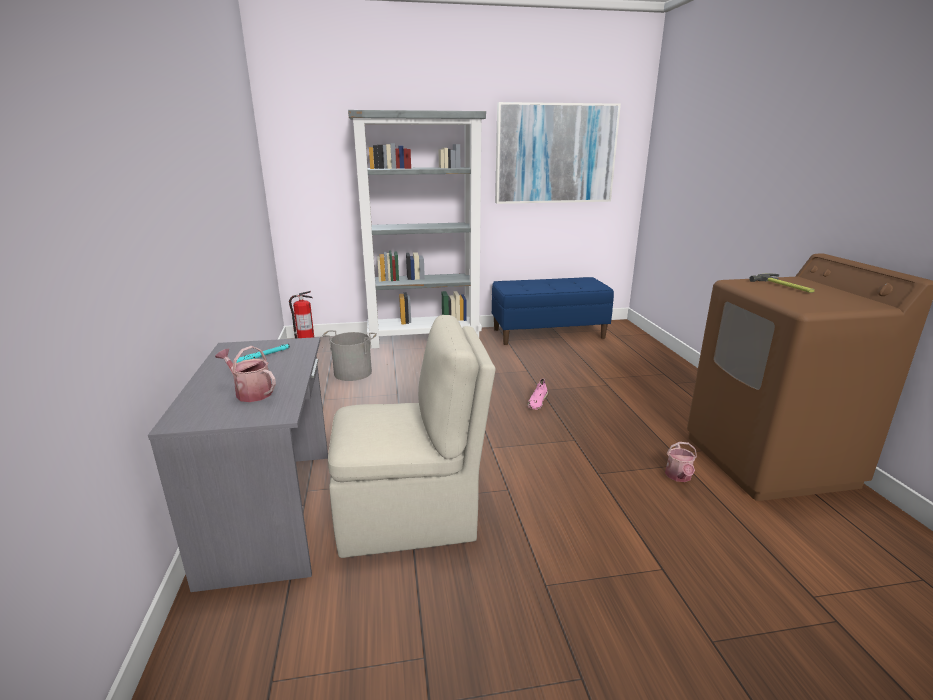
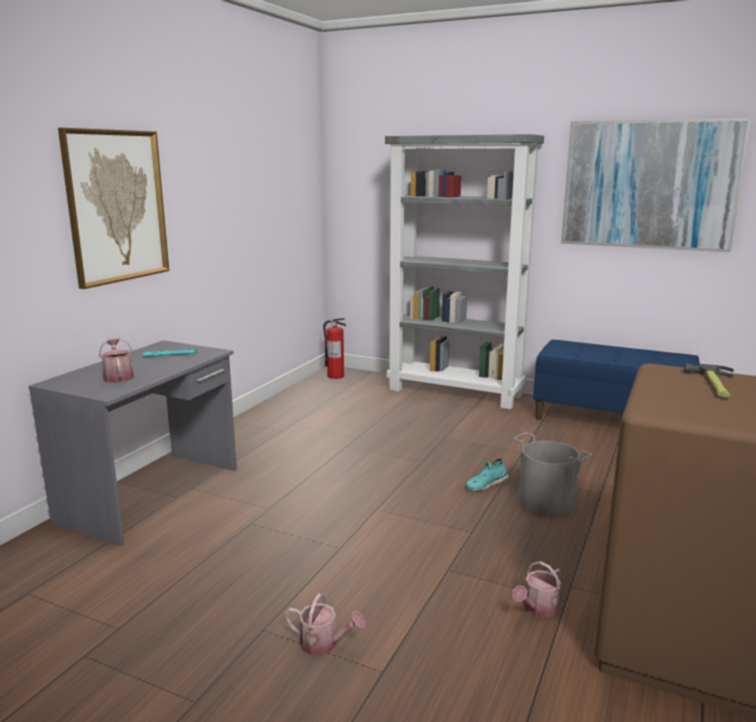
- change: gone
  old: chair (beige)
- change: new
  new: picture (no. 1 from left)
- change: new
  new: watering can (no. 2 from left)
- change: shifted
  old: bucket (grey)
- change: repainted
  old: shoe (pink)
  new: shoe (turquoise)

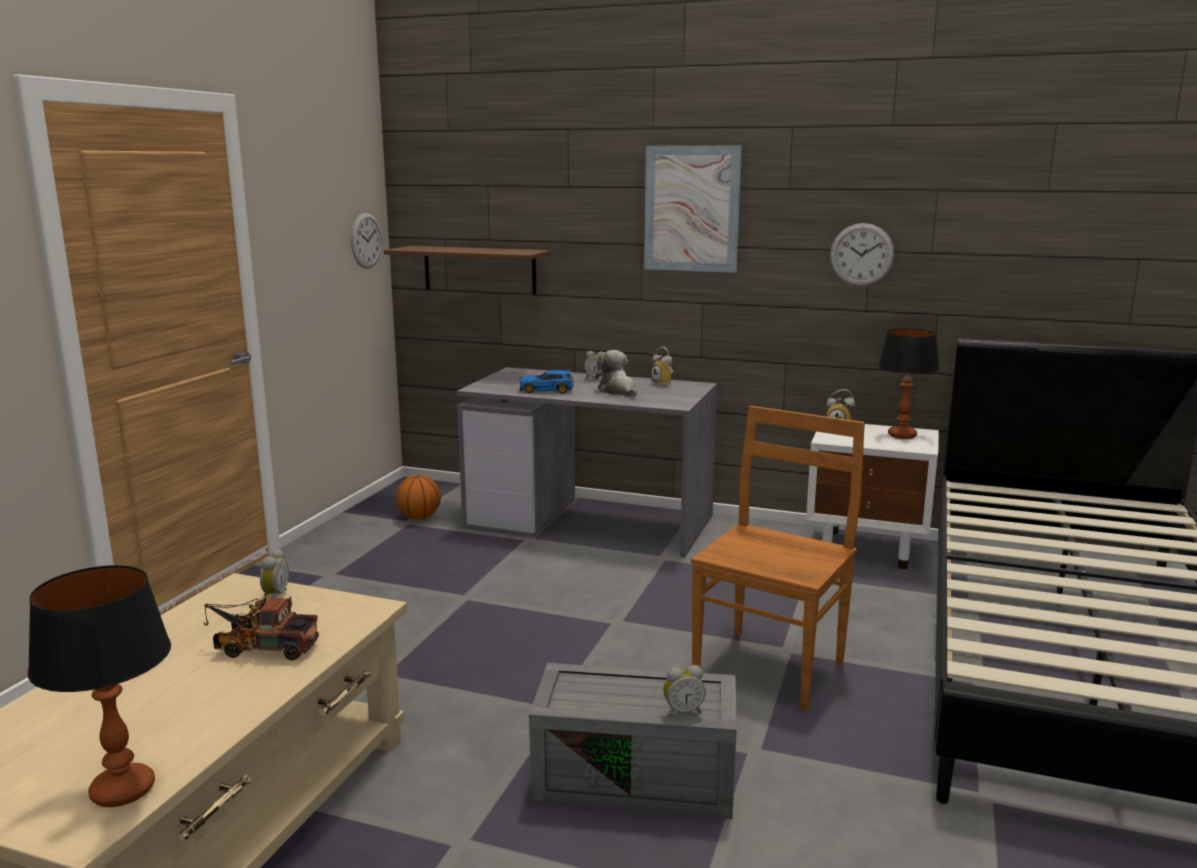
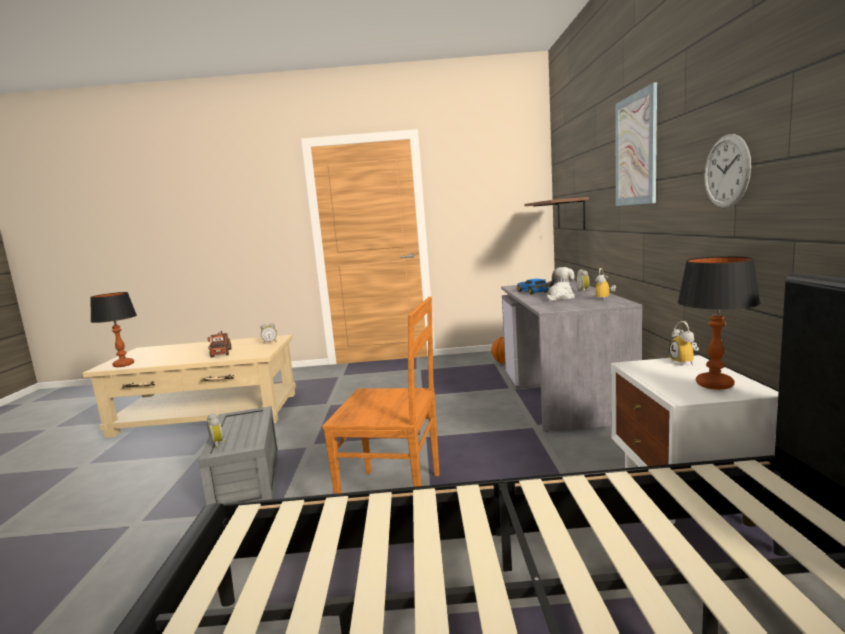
- change: gone
  old: wall clock (no. 1 from left)

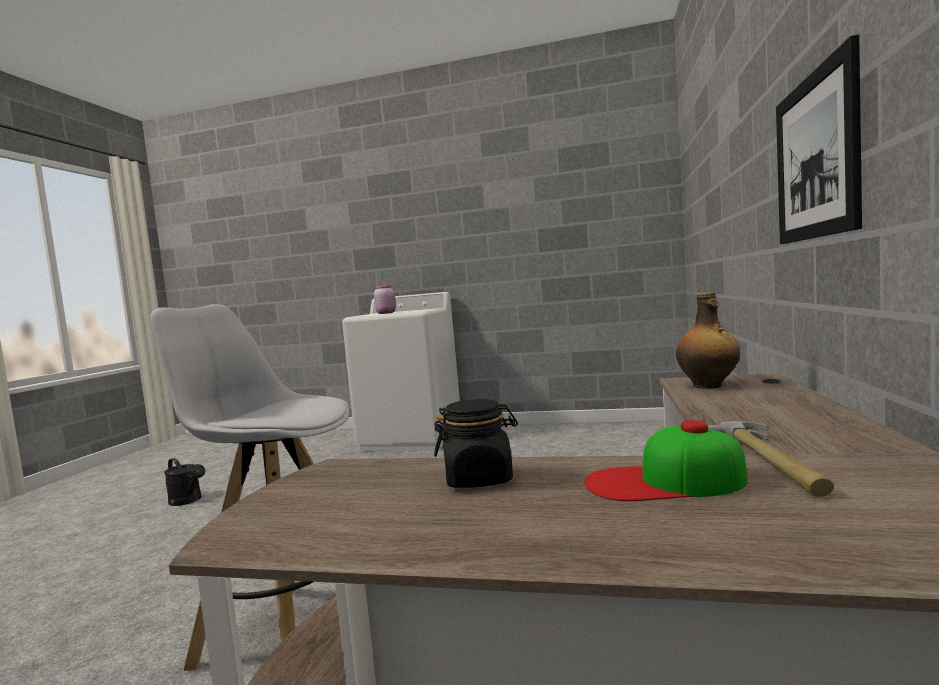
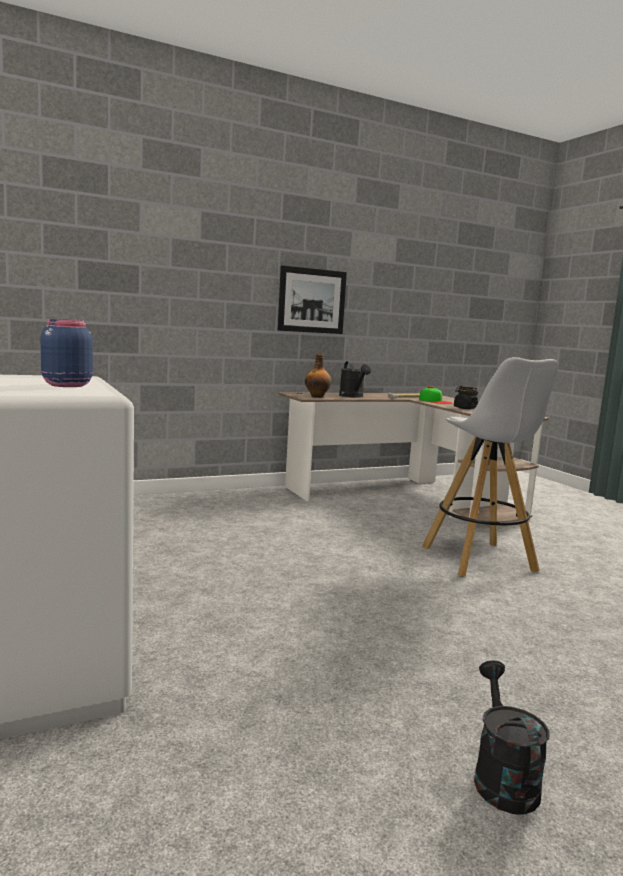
- change: new
  new: watering can (black) (no. 1 from left)
- change: repainted
  old: jar (pink)
  new: jar (blue)

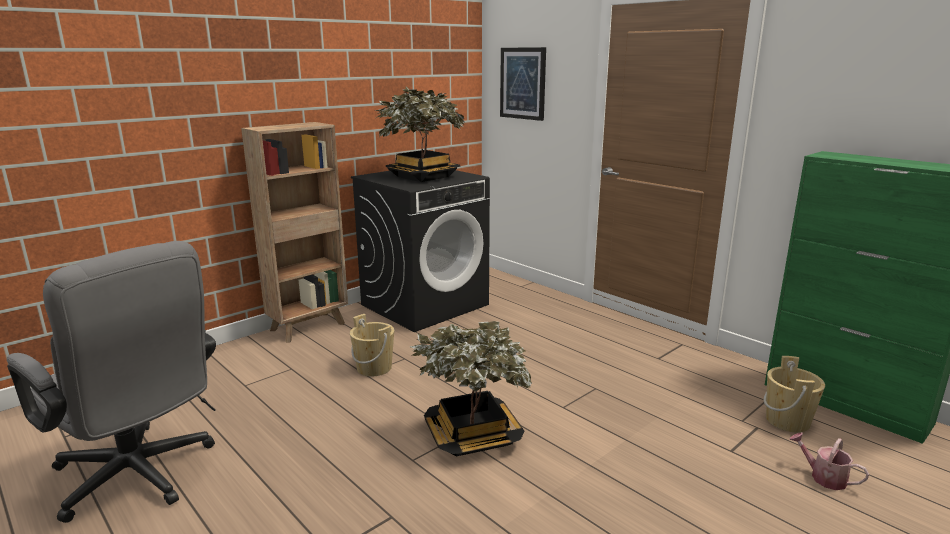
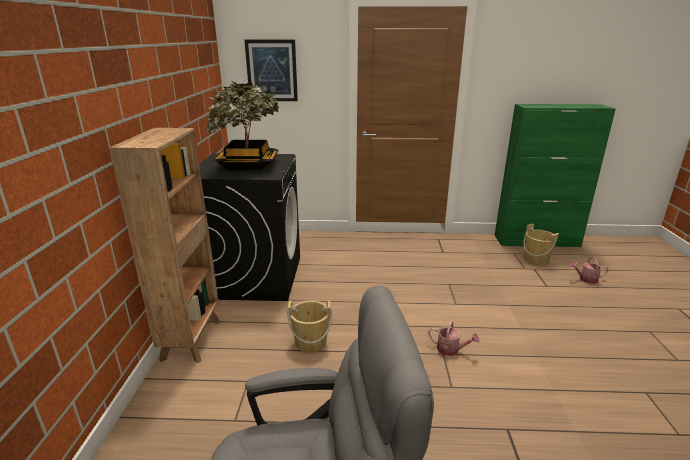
- change: swapped
  old: potted plant (no. 2 from left)
  new: watering can (no. 1 from left)

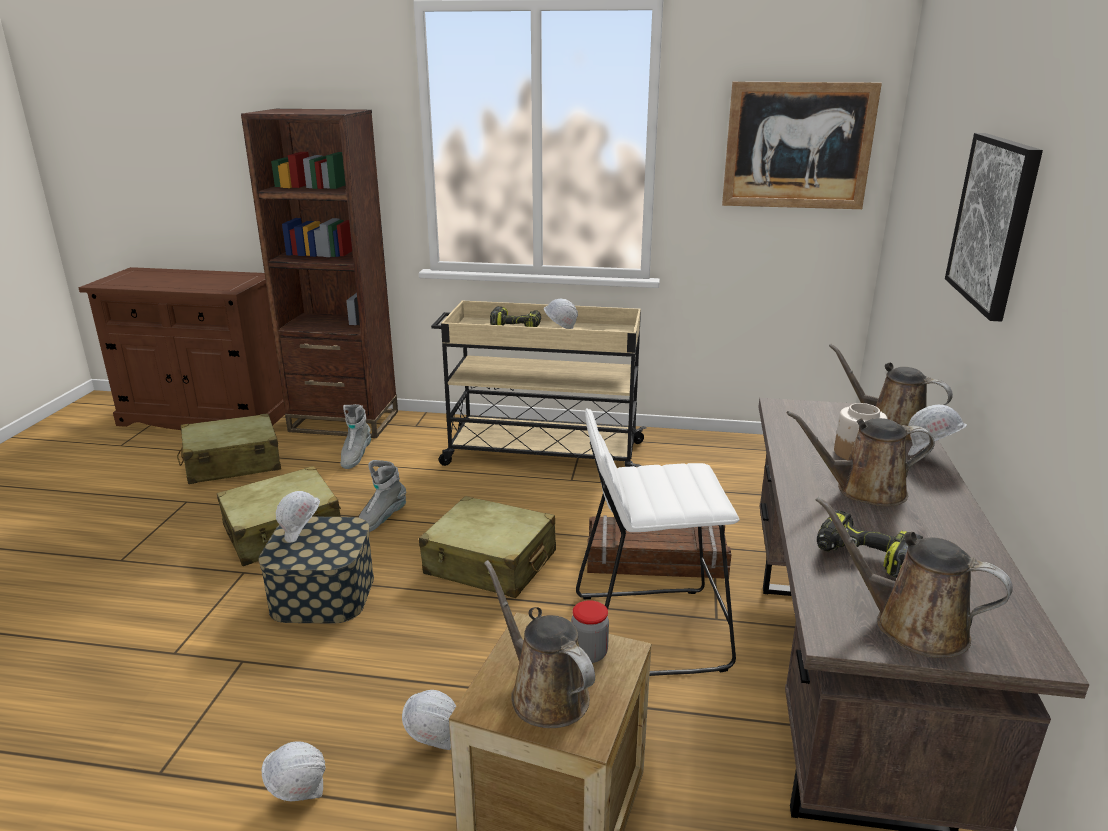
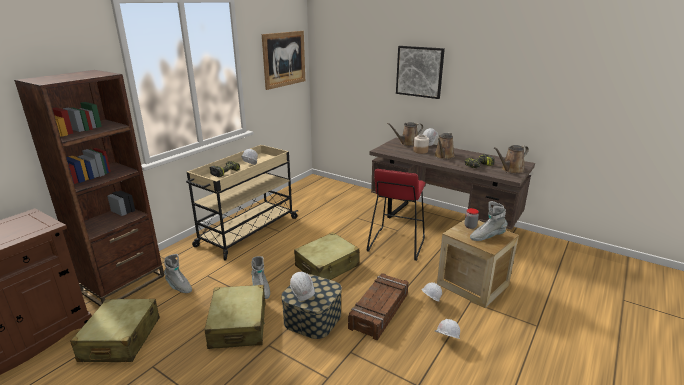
- change: shifted
  old: crate (no. 2 from left in the first image)
  new: crate (no. 1 from left)
- change: swapped
  old: watering can (brown) (no. 1 from left)
  new: boot (grey) (no. 3 from left)
- change: repainted
  old: stool (white)
  new: stool (red)

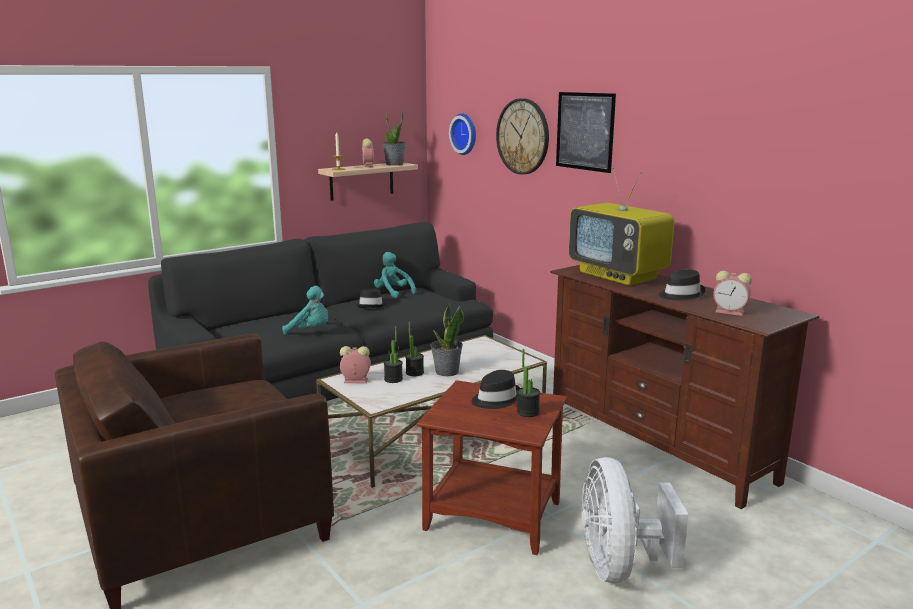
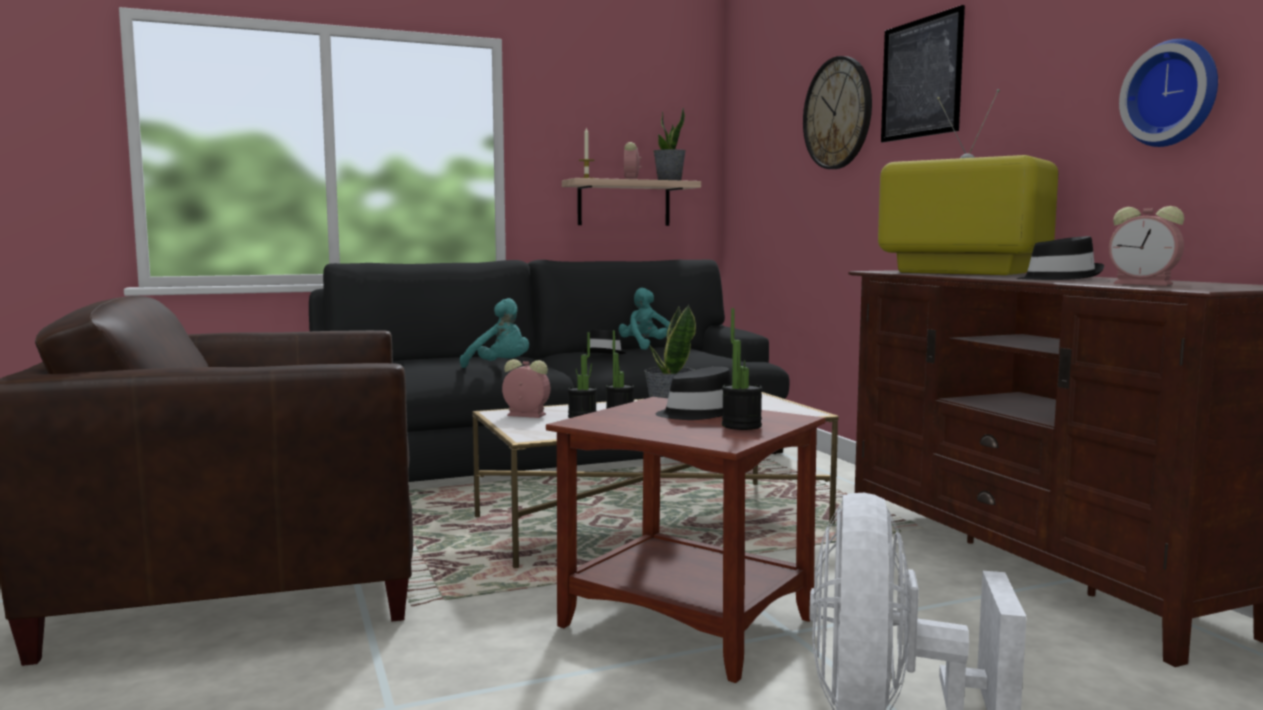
- change: shifted
  old: wall clock (no. 1 from left in the first image)
  new: wall clock (no. 2 from left)
- change: rotated
  old: television
  degrees: 150

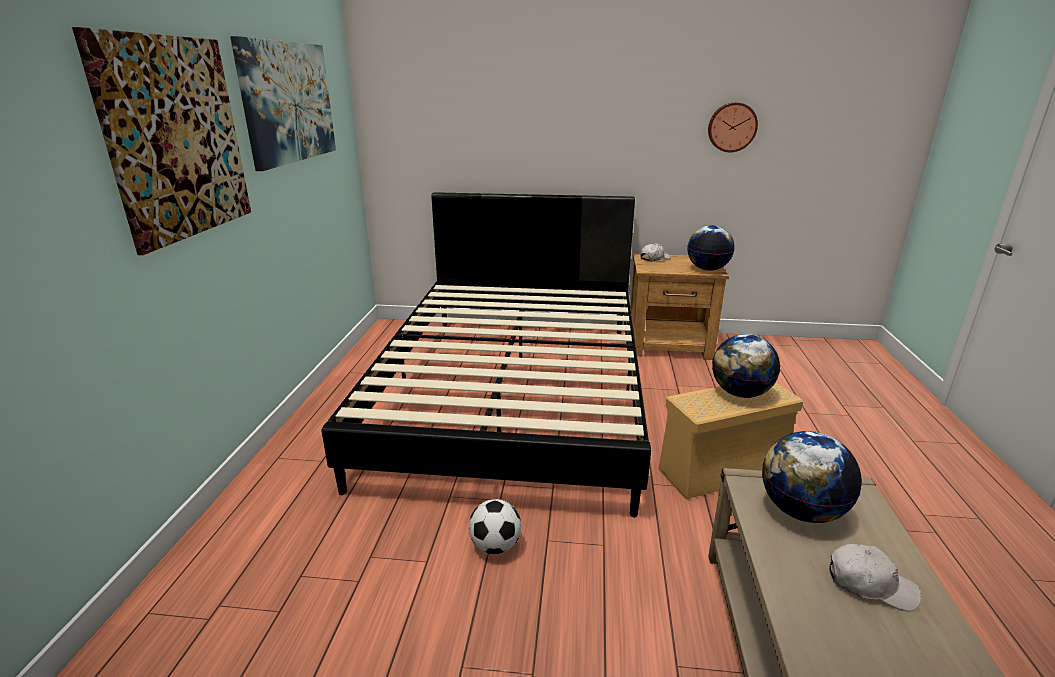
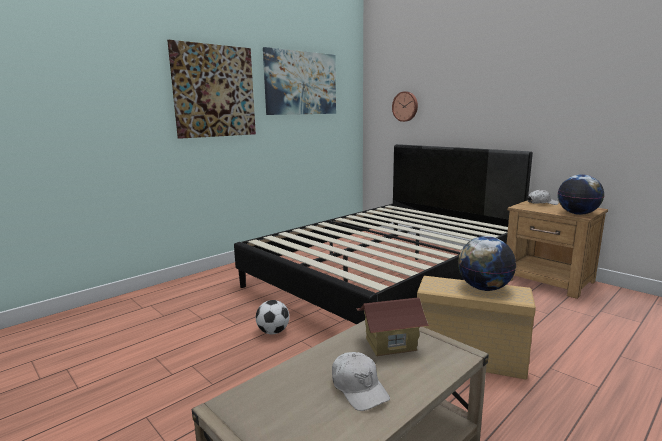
- change: shifted
  old: wall clock
- change: swapped
  old: globe (no. 3 from left)
  new: toy house

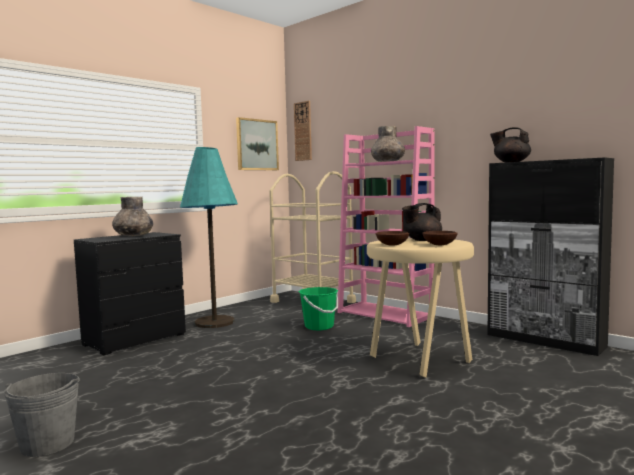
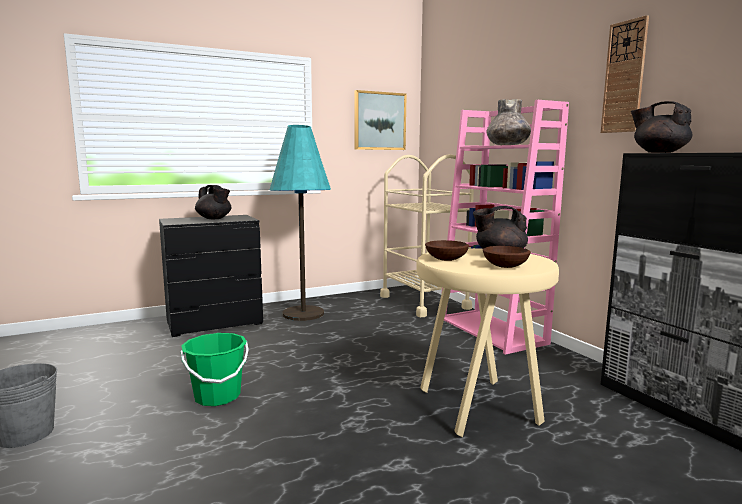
- change: shifted
  old: wall clock
- change: shifted
  old: bucket (green)
- change: swapped
  old: vase (grey) (no. 1 from left)
  new: teapot (black) (no. 1 from left)

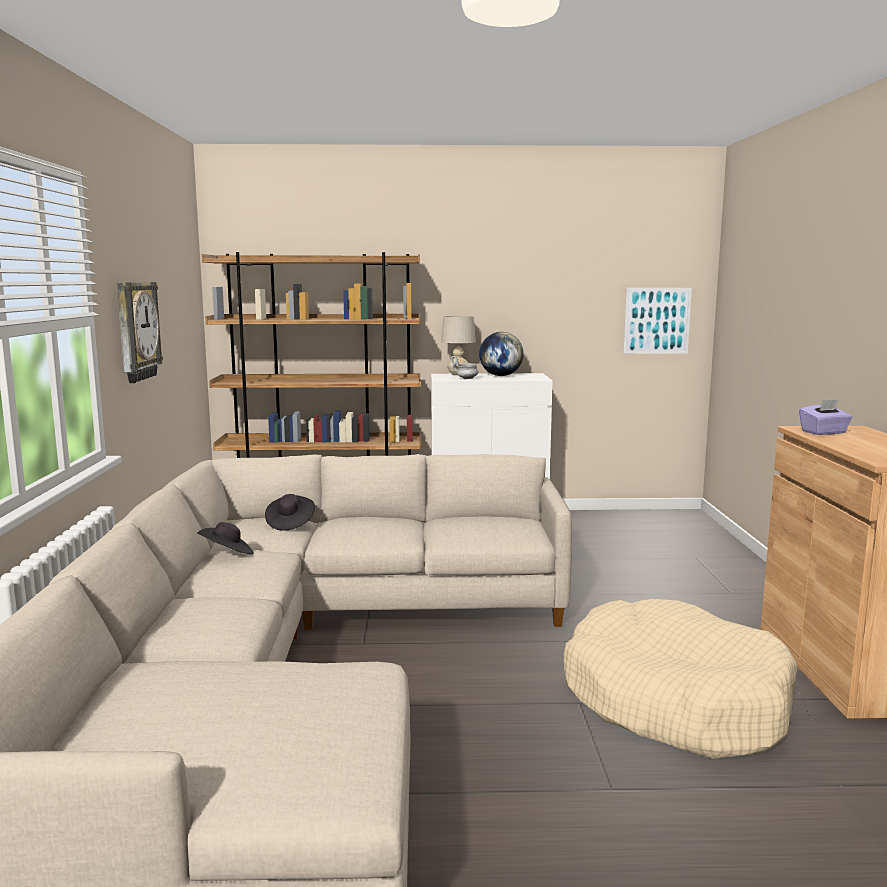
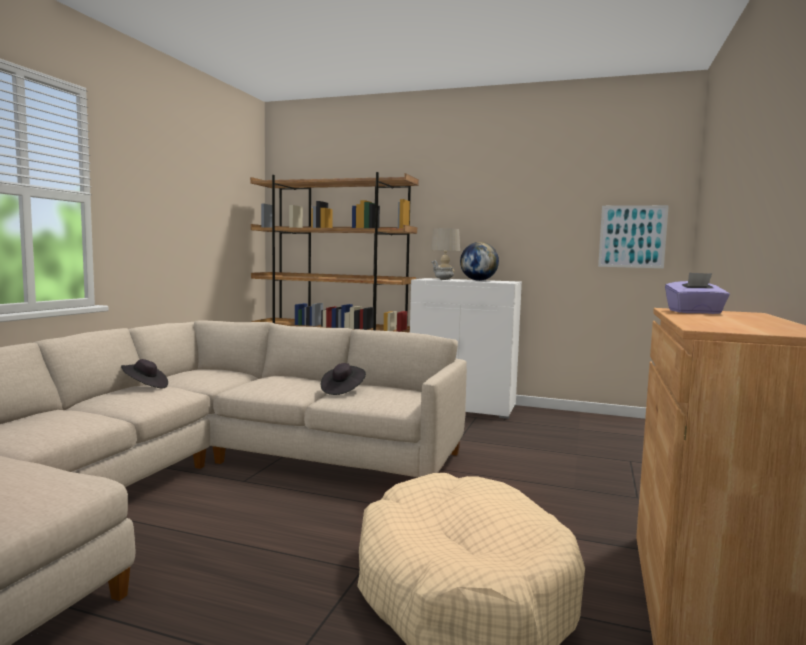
- change: gone
  old: wall clock
- change: shifted
  old: hat (black) (no. 2 from left)

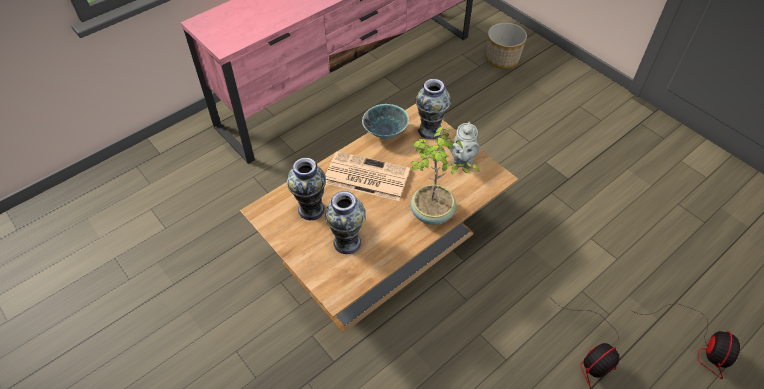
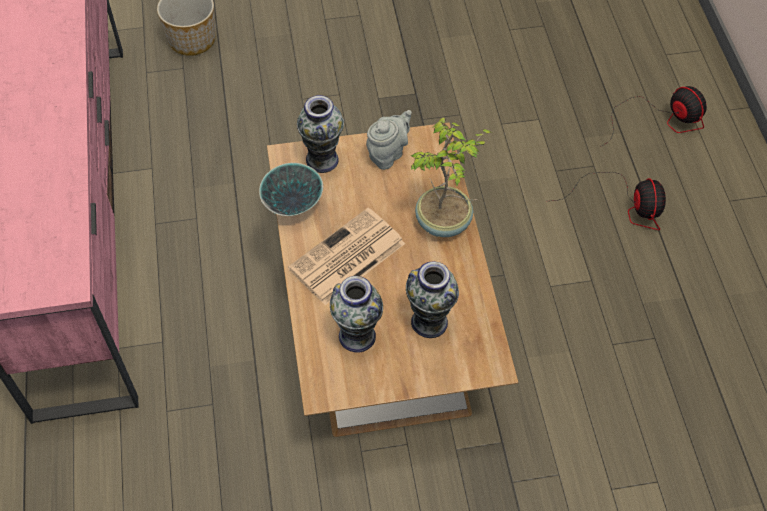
- change: rotated
  old: teapot (grey)
  degrees: -90

